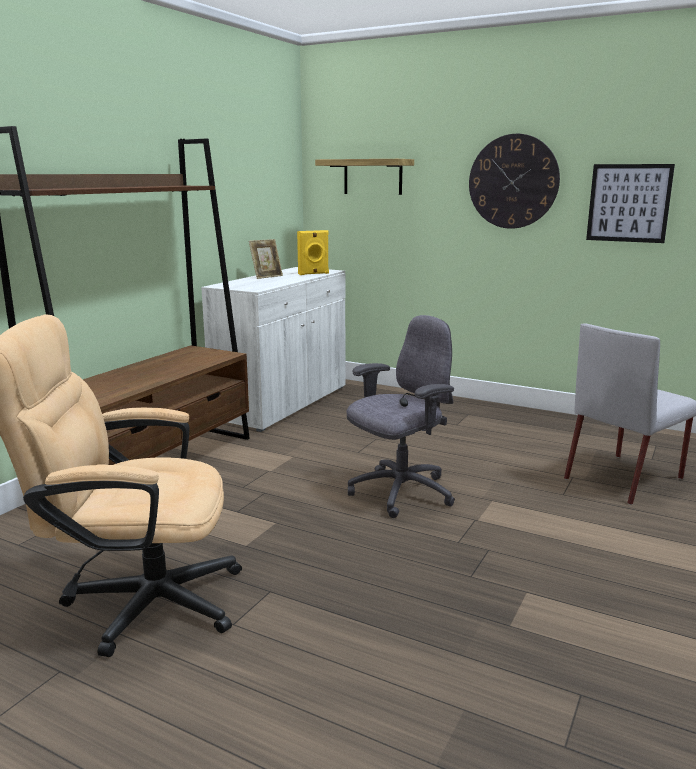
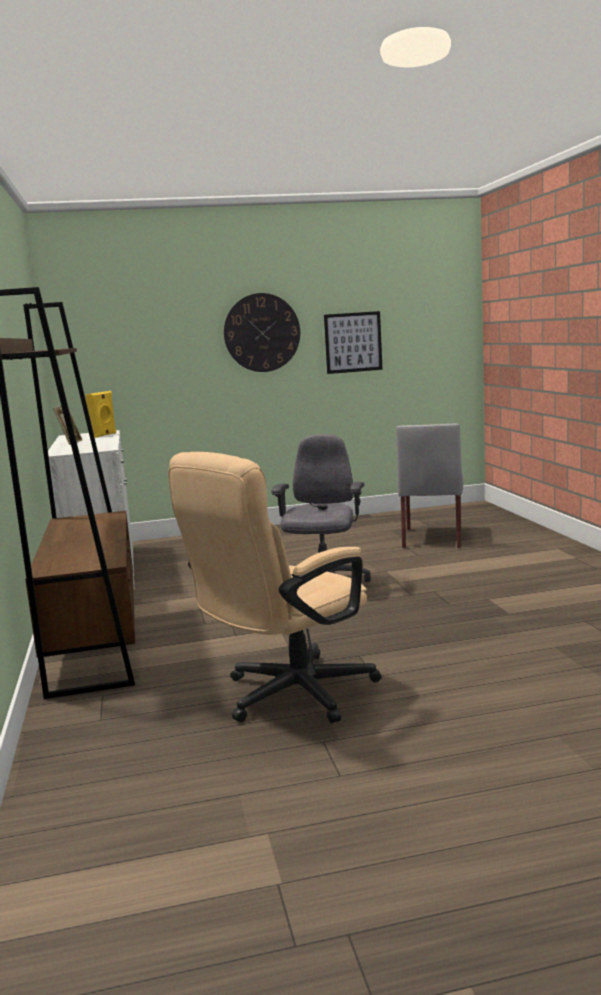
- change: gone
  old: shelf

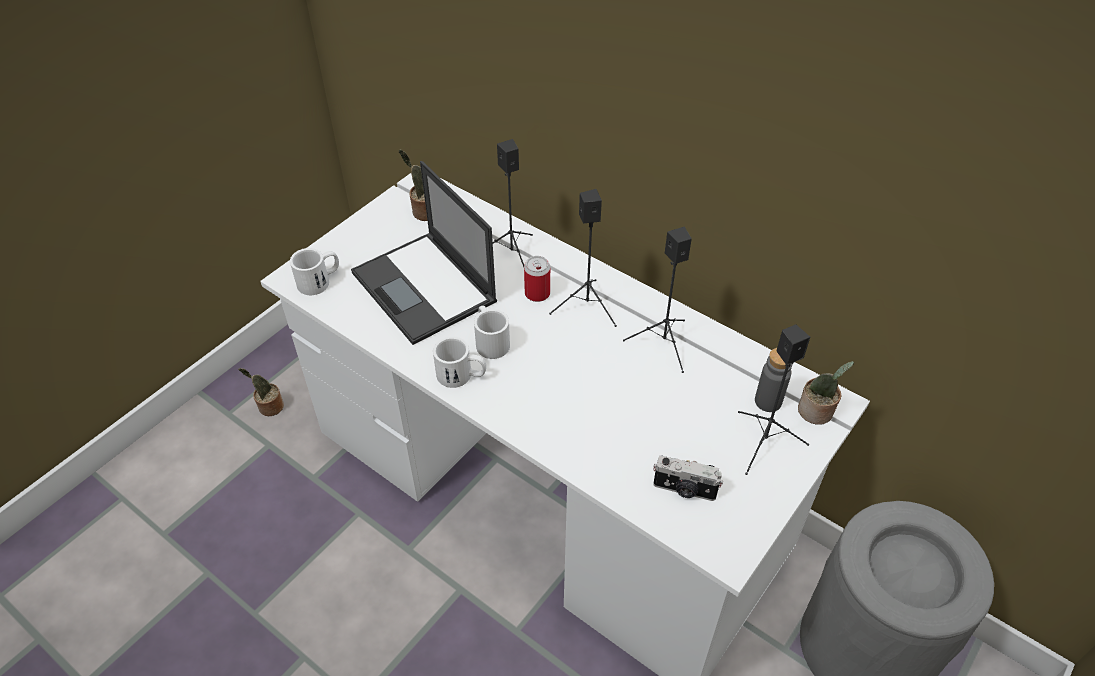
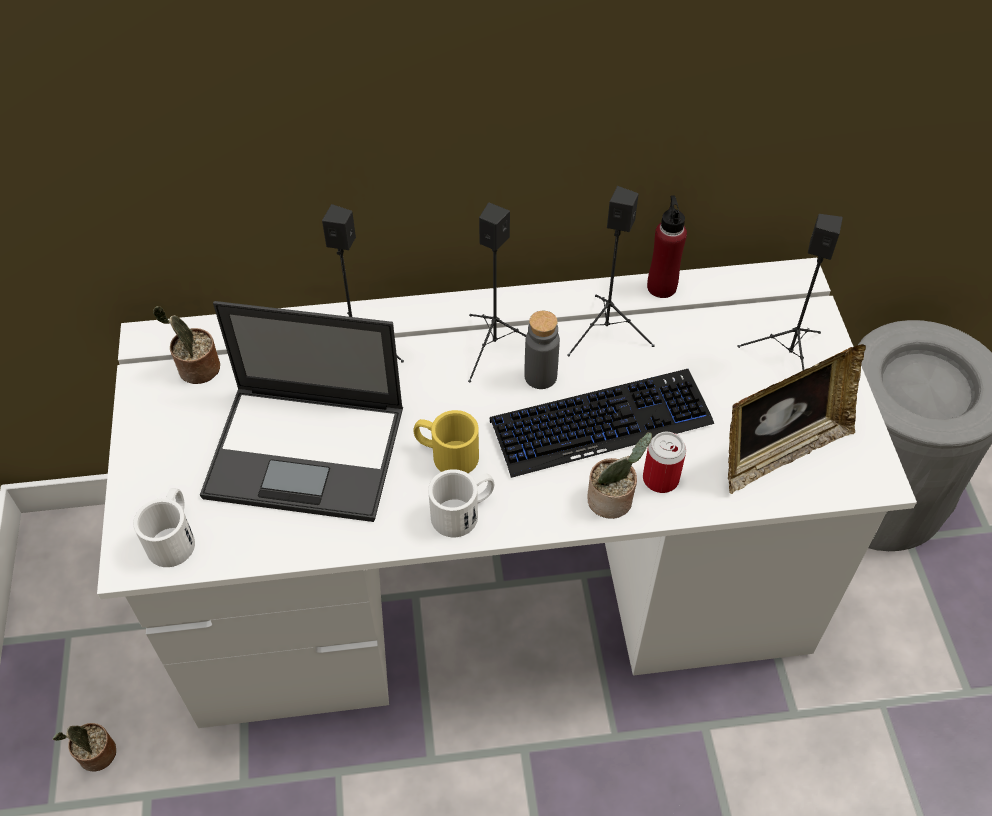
- change: new
  new: keyboard
- change: new
  new: bottle (red)
- change: shifted
  old: can
- change: shifted
  old: bottle (grey)
- change: shifted
  old: potted plant (no. 3 from left)
- change: swapped
  old: photo camera
  new: picture frame
- change: repainted
  old: mug (white) (no. 3 from left)
  new: mug (yellow)

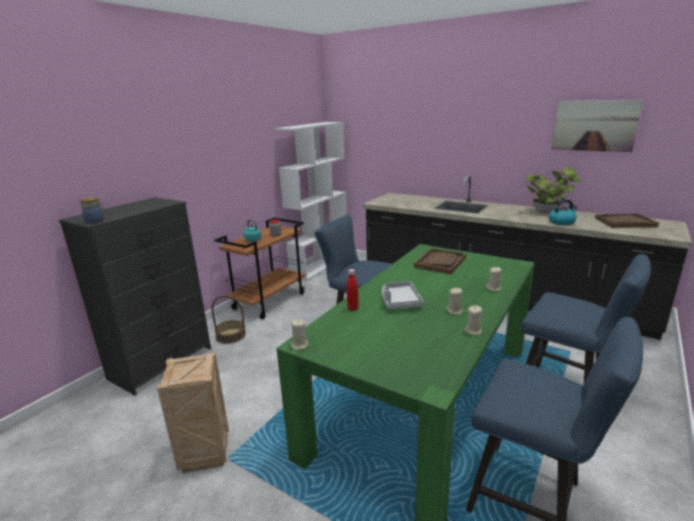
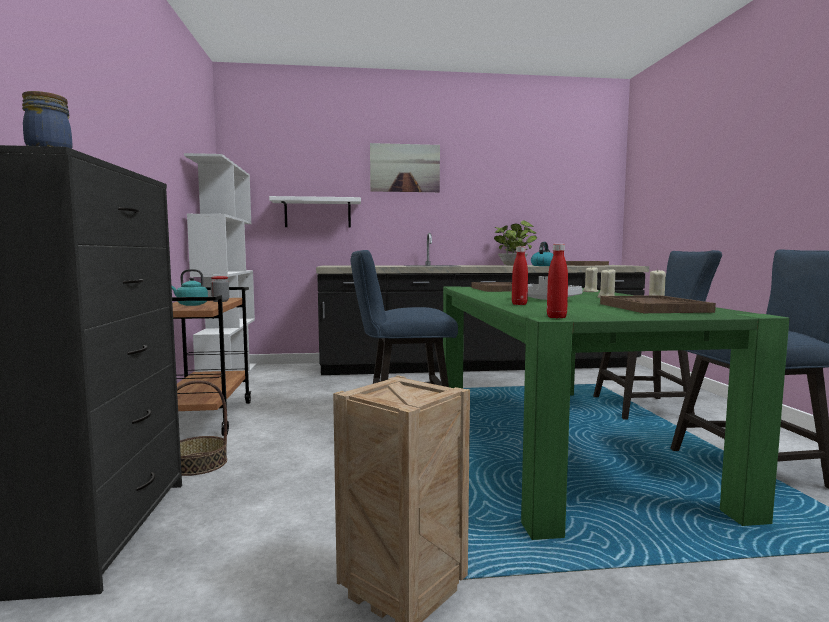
- change: new
  new: shelf (white)
- change: new
  new: tray (brown) (no. 3 from left)
- change: shifted
  old: picture
- change: swapped
  old: candle (beige) (no. 1 from left)
  new: bottle (red) (no. 2 from left)

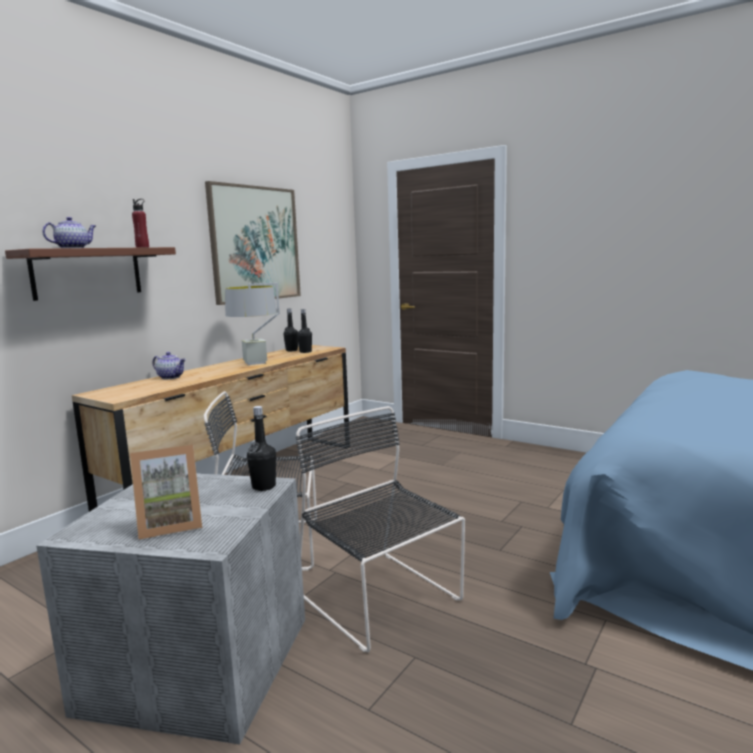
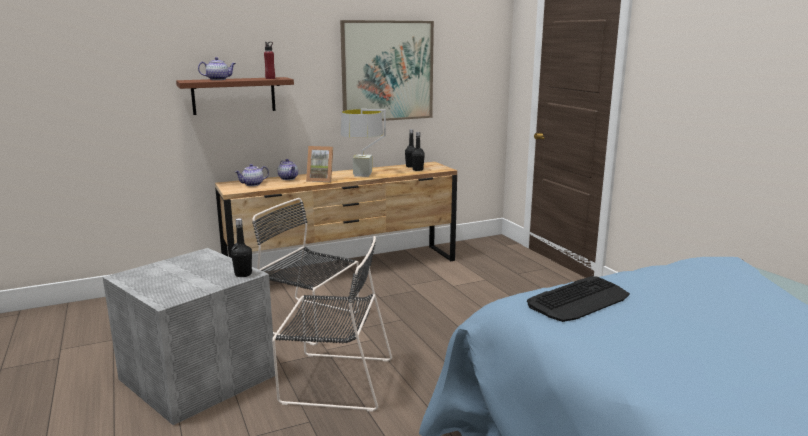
- change: new
  new: teapot (no. 2 from left)
- change: new
  new: keyboard
- change: shifted
  old: picture frame
- change: rotated
  old: chair (black) (no. 2 from left)
  degrees: 105

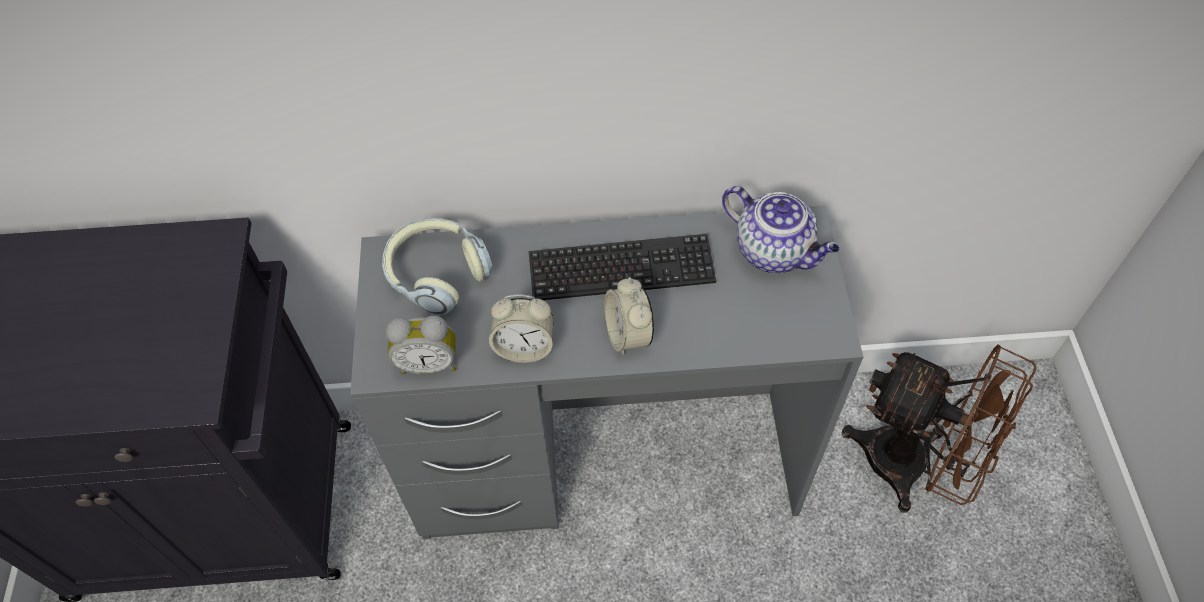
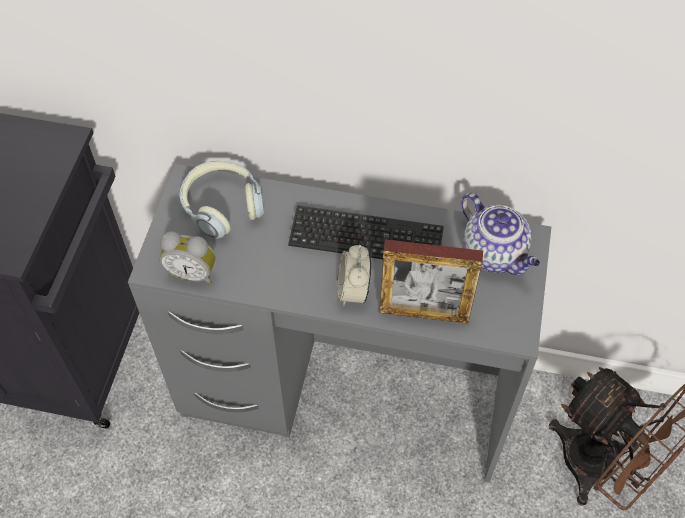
- change: gone
  old: alarm clock (no. 2 from left)
- change: new
  new: picture frame

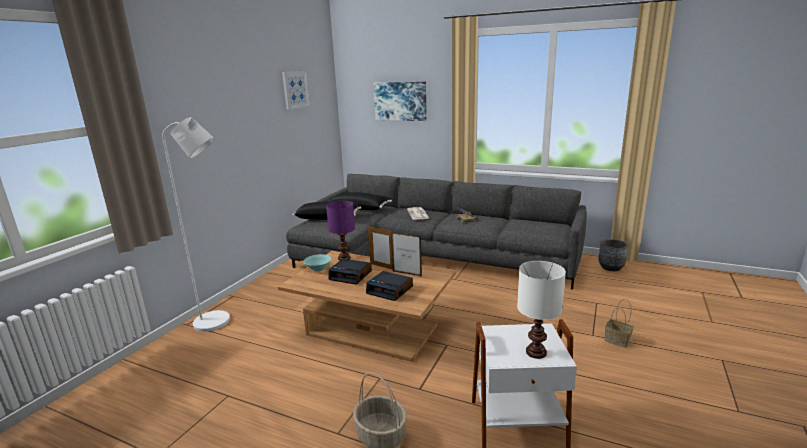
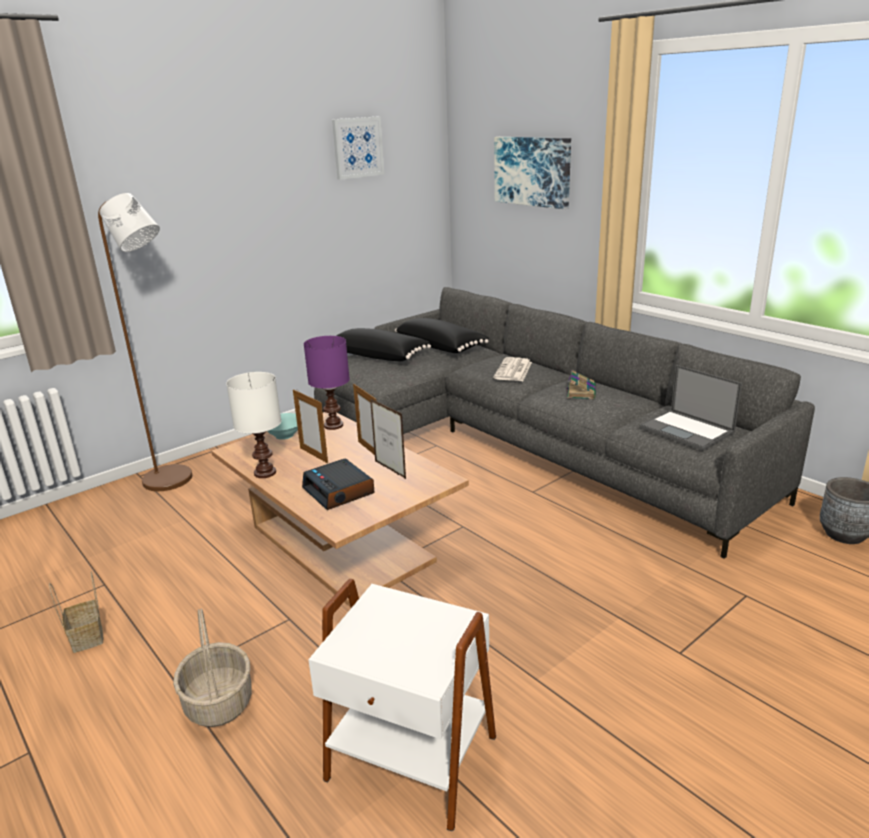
- change: new
  new: laptop
- change: shifted
  old: table lamp (white)
- change: shifted
  old: basket (no. 2 from left in the first image)
  new: basket (no. 1 from left)
- change: swapped
  old: alarm clock (no. 1 from left)
  new: picture frame (no. 1 from left)
- change: repainted
  old: floor lamp (white)
  new: floor lamp (brown)

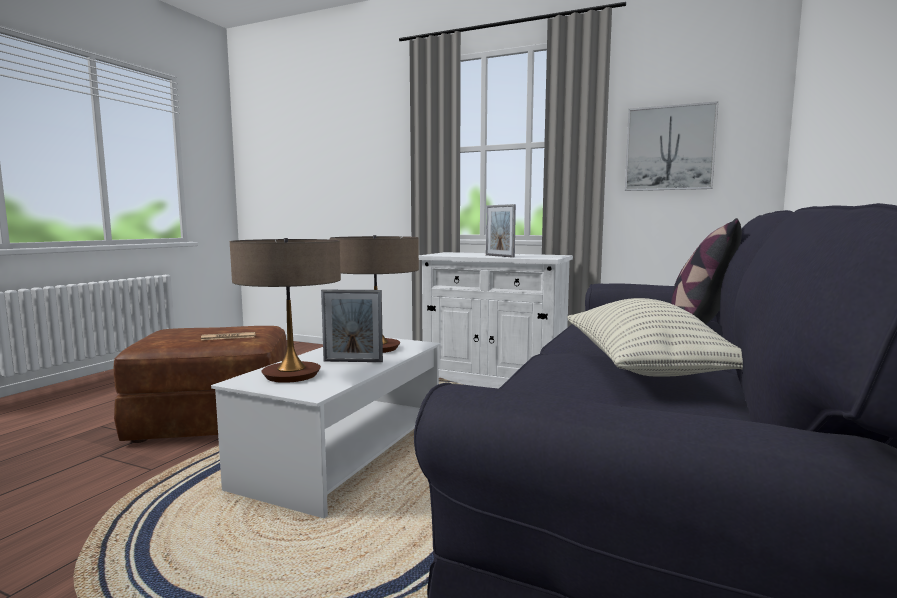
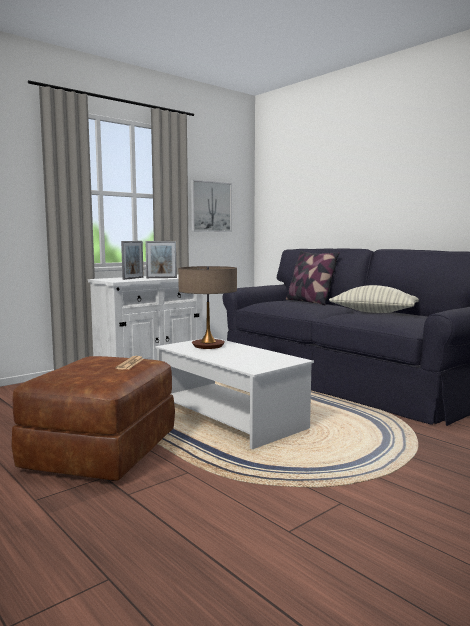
- change: gone
  old: table lamp (no. 1 from left)
- change: shifted
  old: picture frame (no. 1 from left)

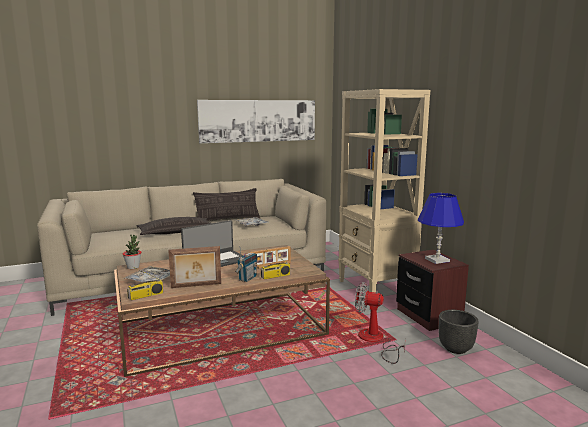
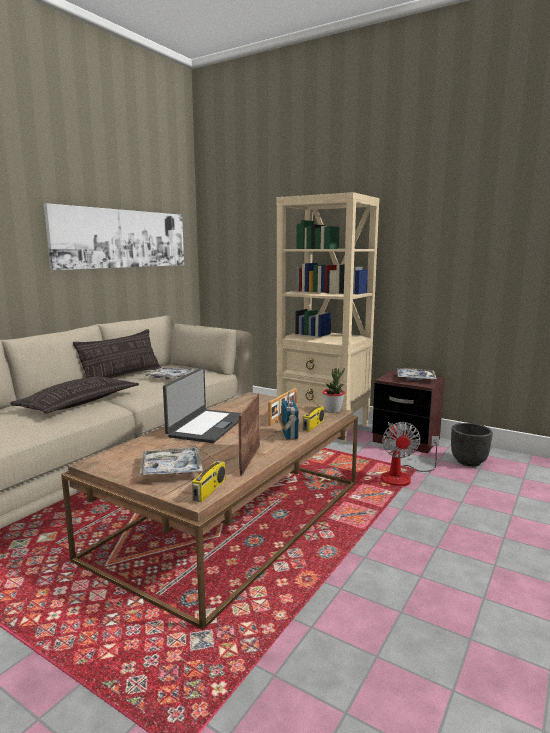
- change: shifted
  old: potted plant
- change: swapped
  old: table lamp (blue)
  new: tray (no. 3 from left)
- change: rotated
  old: picture frame (no. 1 from left)
  degrees: 150
- change: rotated
  old: fan
  degrees: -75

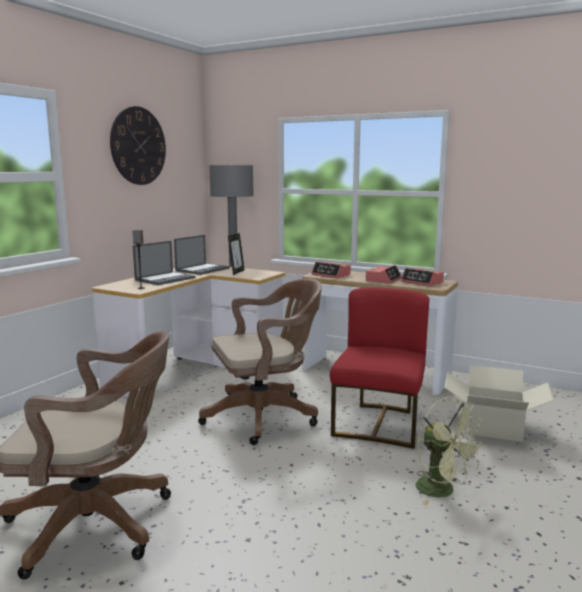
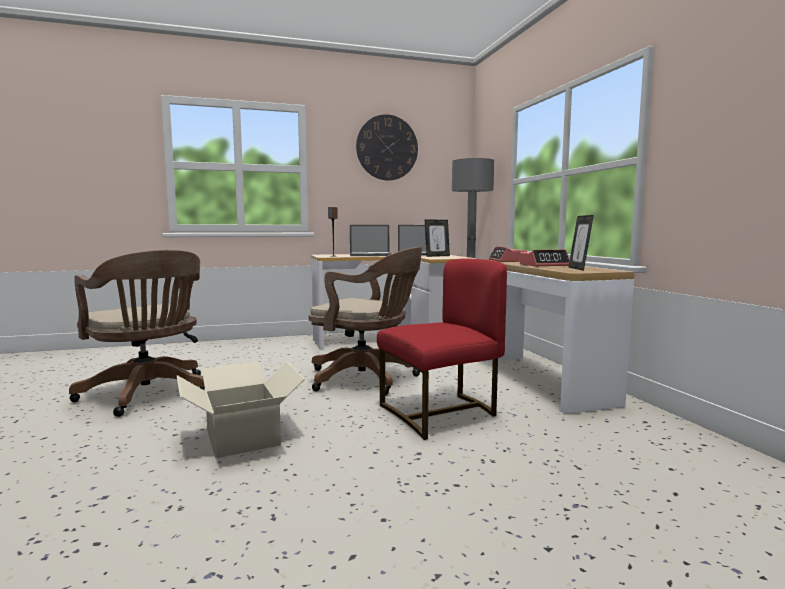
- change: gone
  old: fan (green)
- change: shifted
  old: cardboard box
- change: swapped
  old: alarm clock (no. 3 from left)
  new: picture frame (no. 2 from left)

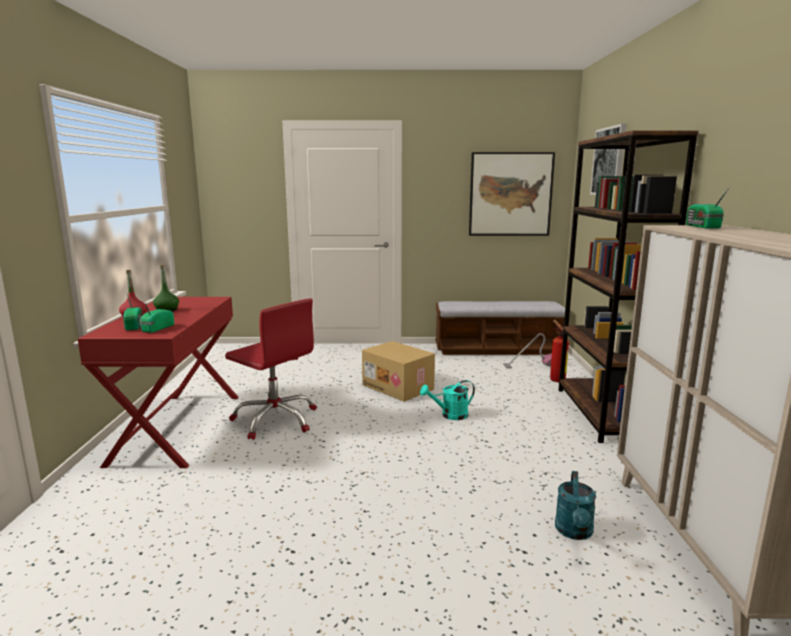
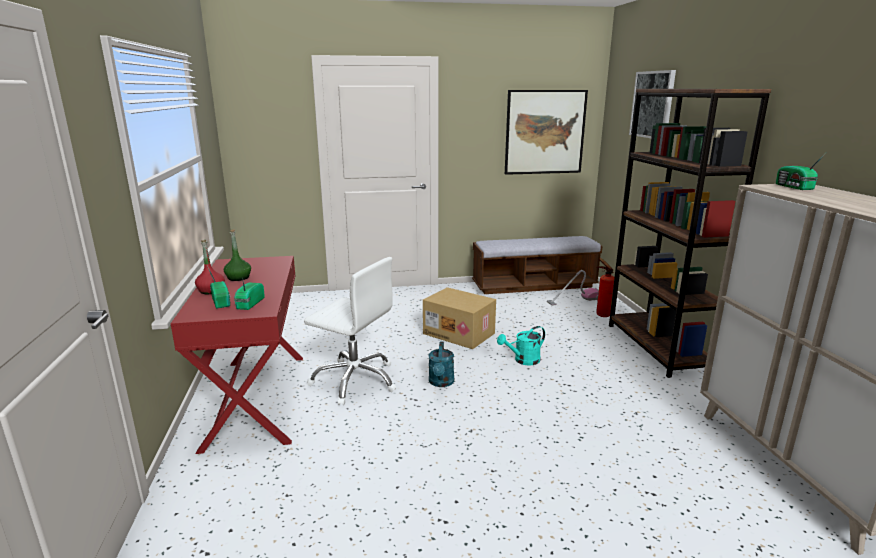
- change: shifted
  old: watering can (turquoise) (no. 2 from left in the first image)
  new: watering can (turquoise) (no. 1 from left)
- change: repainted
  old: office chair (red)
  new: office chair (white)

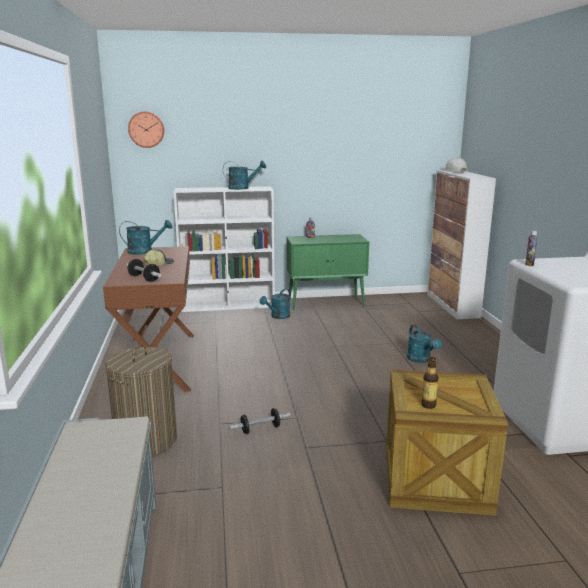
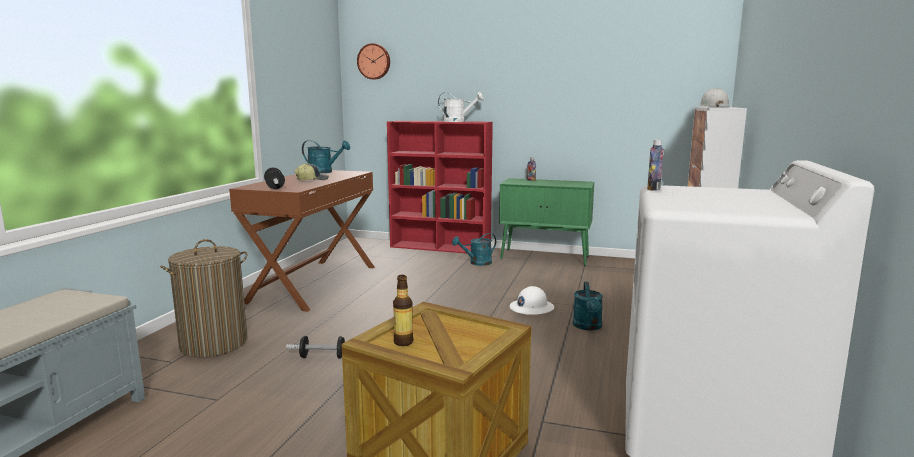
- change: new
  new: hard hat (white) (no. 1 from left)
- change: repainted
  old: bookcase (white)
  new: bookcase (red)
- change: repainted
  old: watering can (turquoise) (no. 2 from left)
  new: watering can (white)

